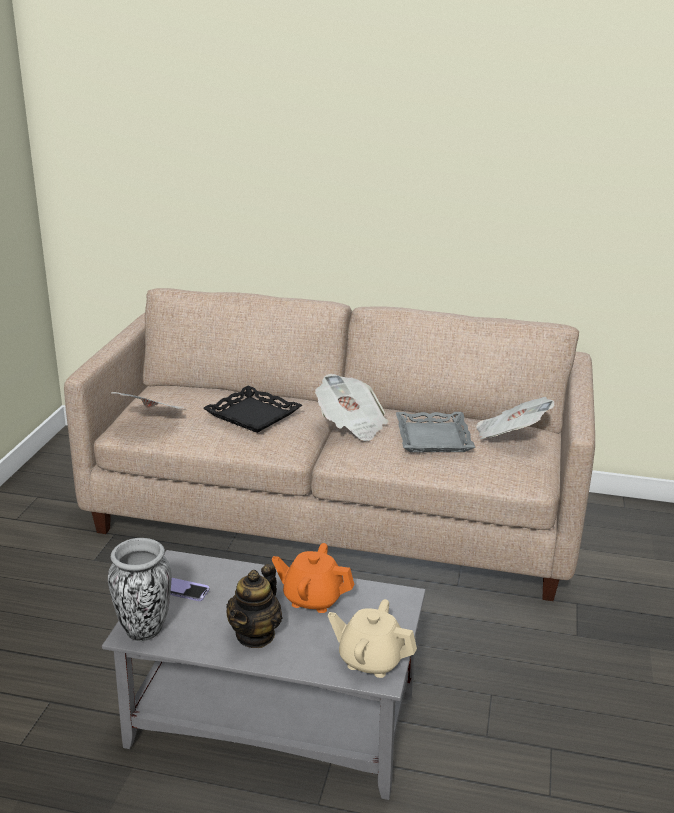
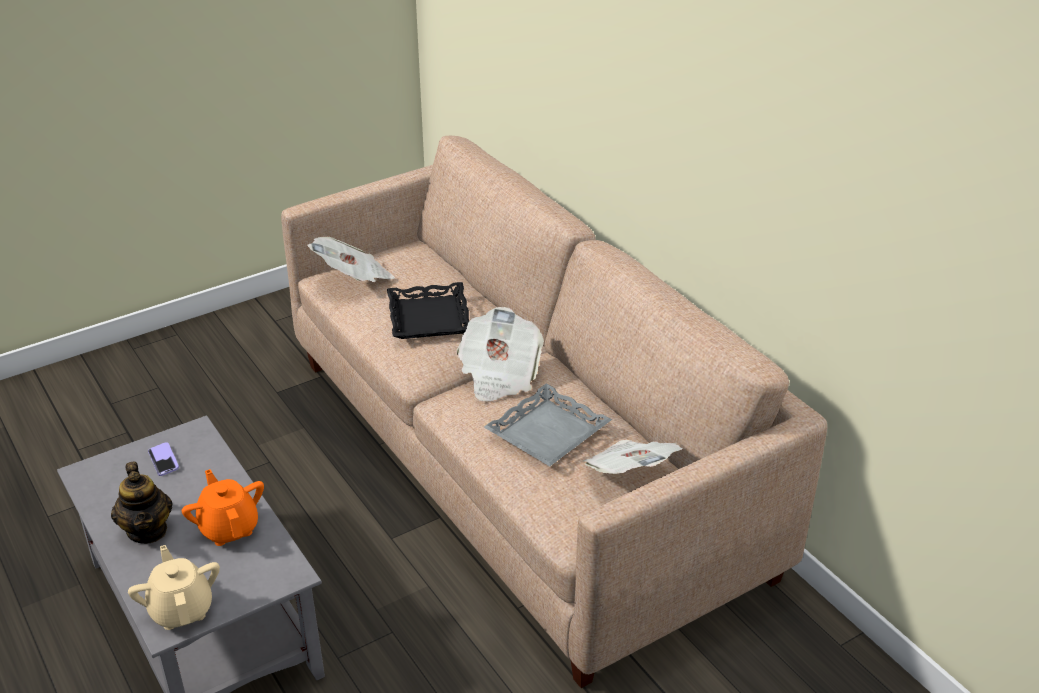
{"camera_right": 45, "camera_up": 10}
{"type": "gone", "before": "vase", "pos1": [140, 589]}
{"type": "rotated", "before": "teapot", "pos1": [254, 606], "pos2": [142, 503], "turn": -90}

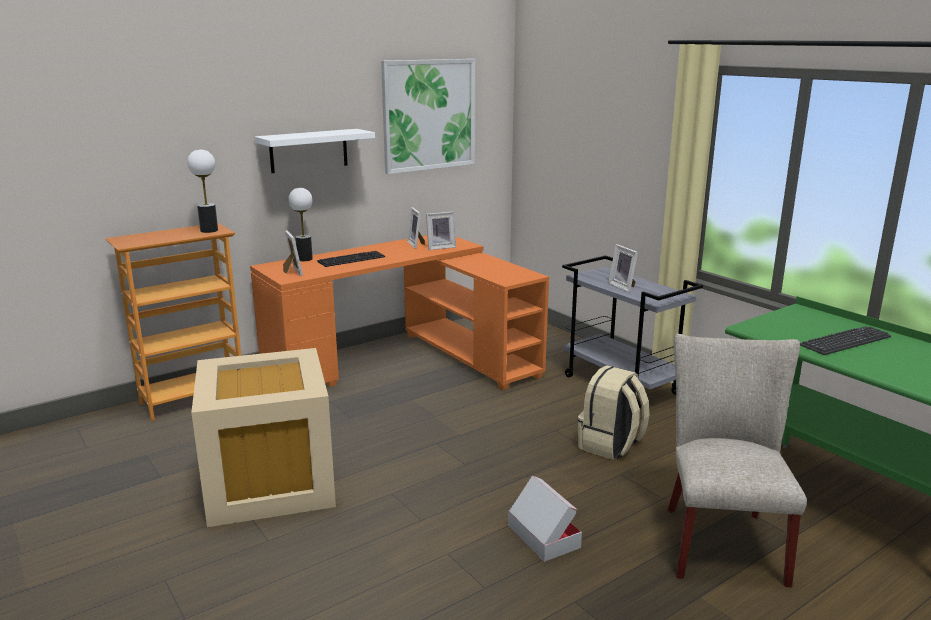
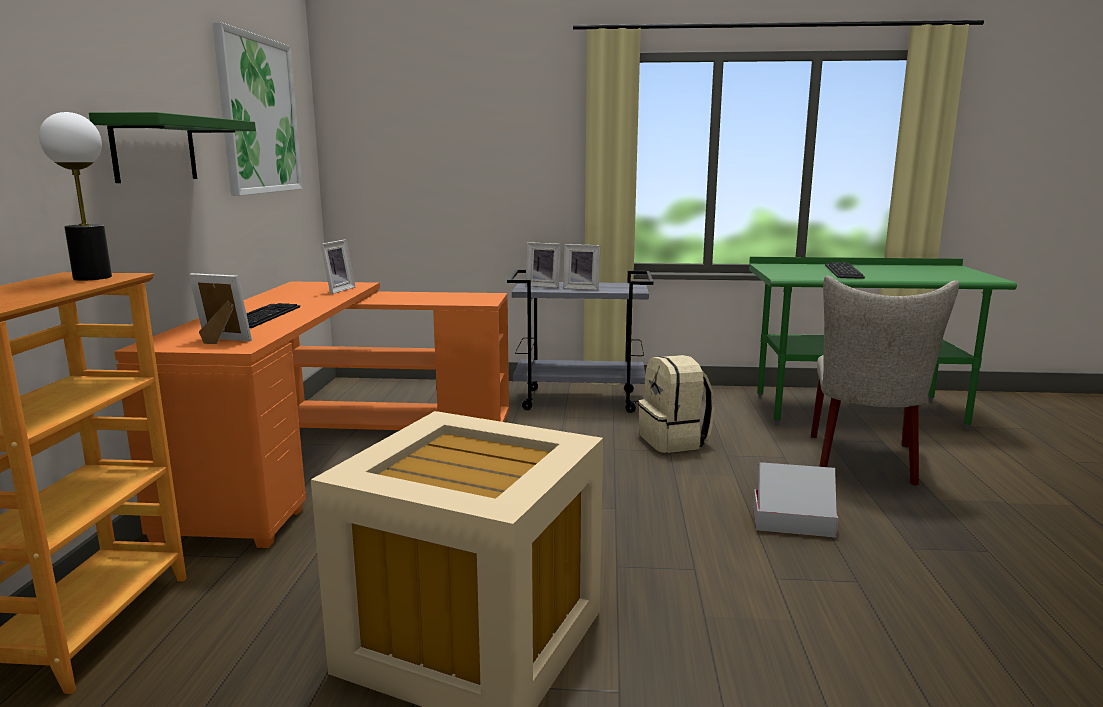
{"camera_right": -50, "camera_up": -5}
{"type": "gone", "before": "table lamp", "pos1": [300, 224]}
{"type": "shifted", "before": "picture frame", "pos1": [416, 228], "pos2": [543, 265]}
{"type": "repainted", "before": "white shelf", "after": "green shelf", "pos1": [315, 151], "pos2": [172, 147]}
{"type": "rotated", "before": "beige chair", "pos1": [737, 461], "pos2": [885, 381], "turn": -120}

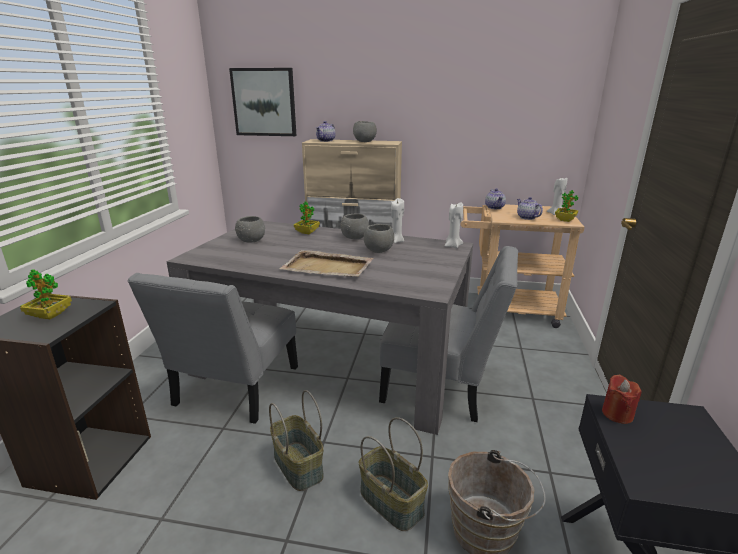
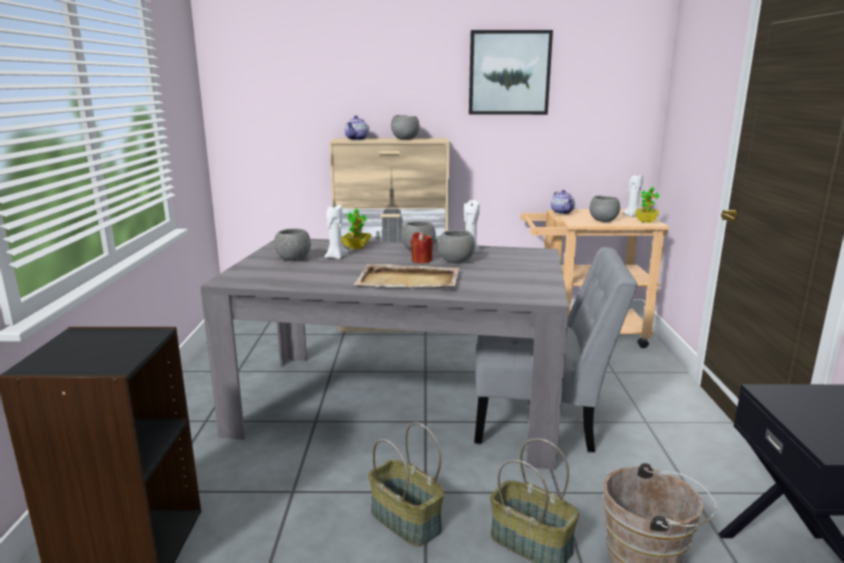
{"camera_right": -10, "camera_up": -5}
{"type": "gone", "before": "potted plant", "pos1": [46, 294]}
{"type": "gone", "before": "grey chair", "pos1": [212, 348]}
{"type": "shifted", "before": "picture", "pos1": [262, 102], "pos2": [511, 72]}
{"type": "shifted", "before": "white candle", "pos1": [454, 225], "pos2": [336, 232]}
{"type": "shifted", "before": "red candle", "pos1": [621, 399], "pos2": [422, 247]}
{"type": "swapped", "before": "teapot", "after": "grey bowl", "pos1": [530, 208], "pos2": [604, 209]}

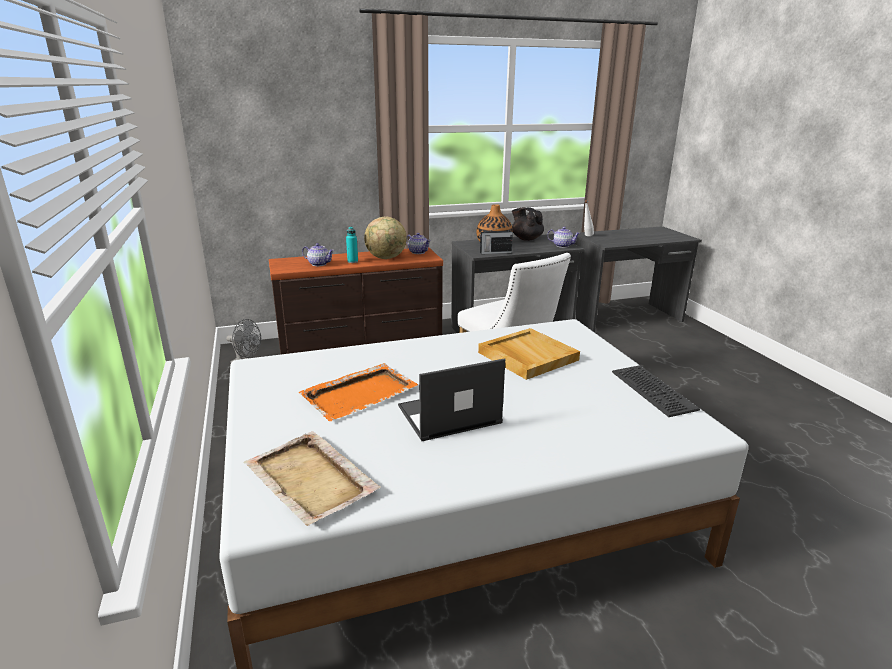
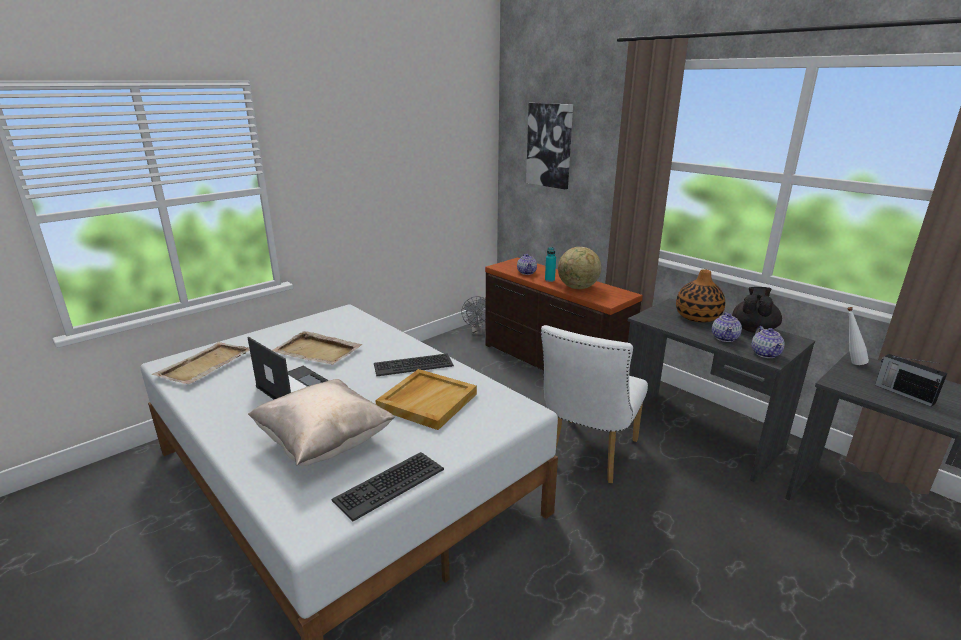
{"camera_right": 65, "camera_up": 0}
{"type": "new", "after": "beige pillow", "pos2": [321, 422]}
{"type": "new", "after": "keyboard", "pos2": [414, 365]}
{"type": "new", "after": "picture", "pos2": [549, 146]}
{"type": "shifted", "before": "teapot", "pos1": [418, 243], "pos2": [727, 327]}
{"type": "shifted", "before": "radio", "pos1": [496, 240], "pos2": [911, 380]}
{"type": "repainted", "before": "orange tray", "after": "beige tray", "pos1": [358, 392], "pos2": [317, 348]}

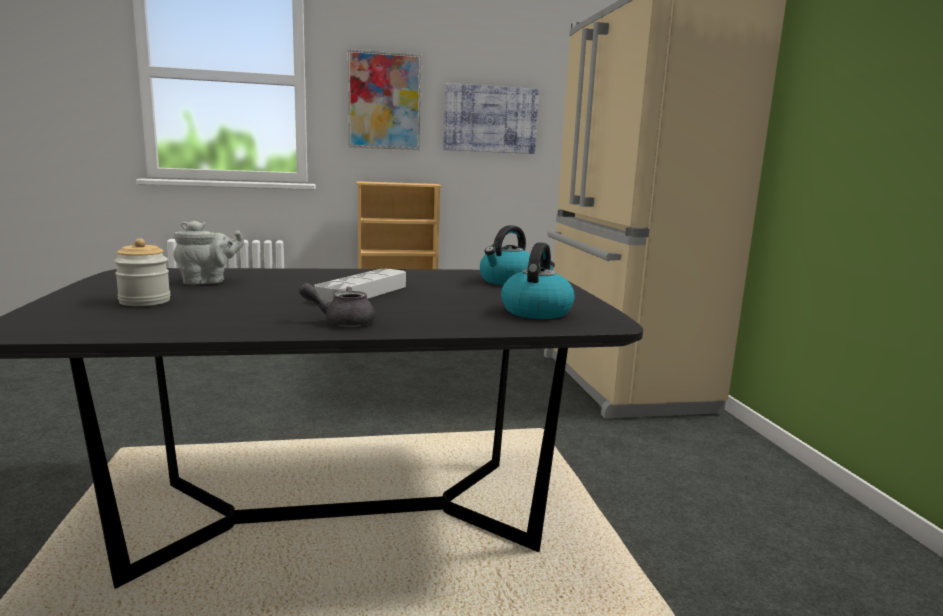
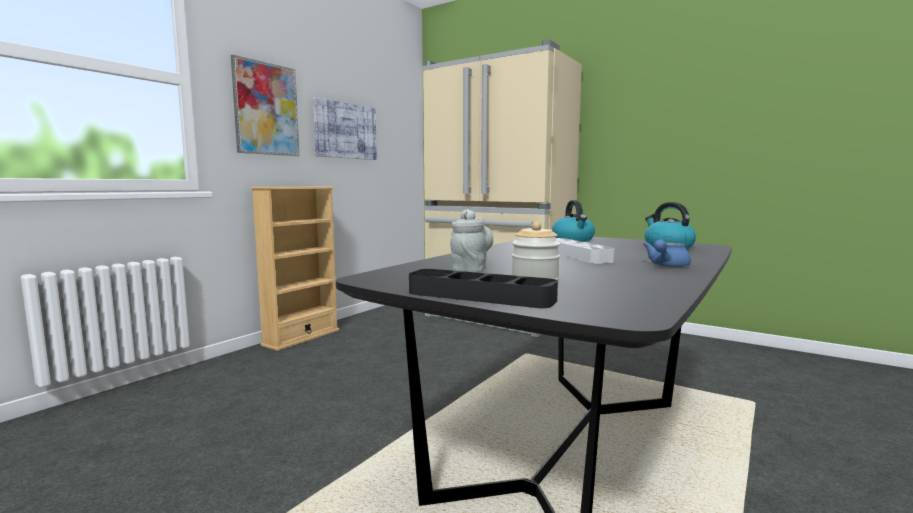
{"camera_right": -45, "camera_up": -5}
{"type": "new", "after": "black tray", "pos2": [483, 288]}
{"type": "repainted", "before": "grey teapot", "after": "blue teapot", "pos1": [337, 305], "pos2": [667, 253]}

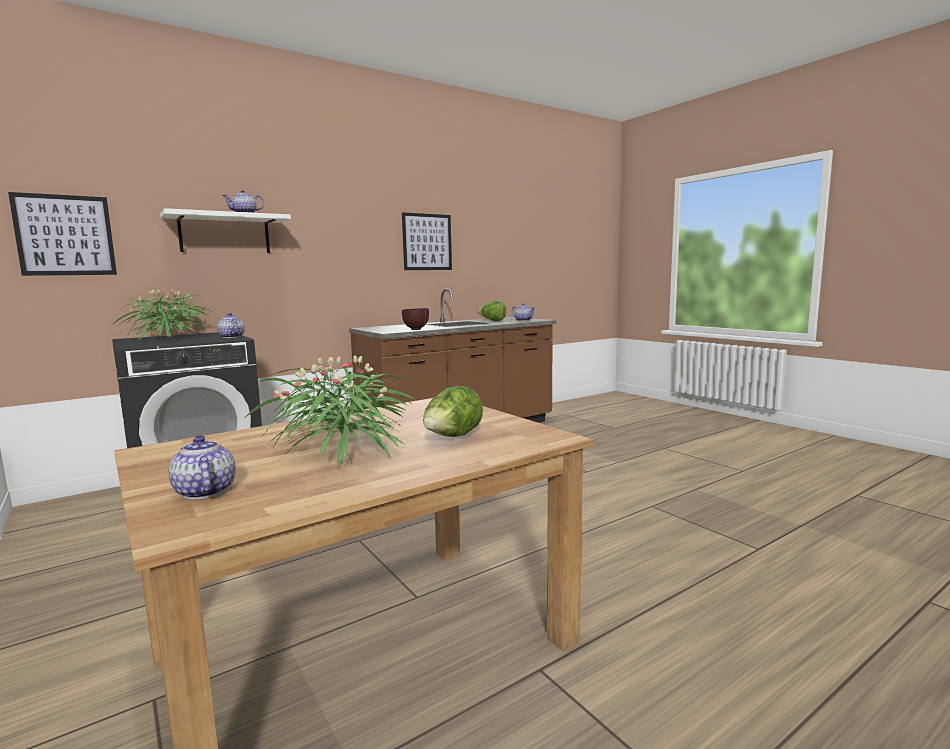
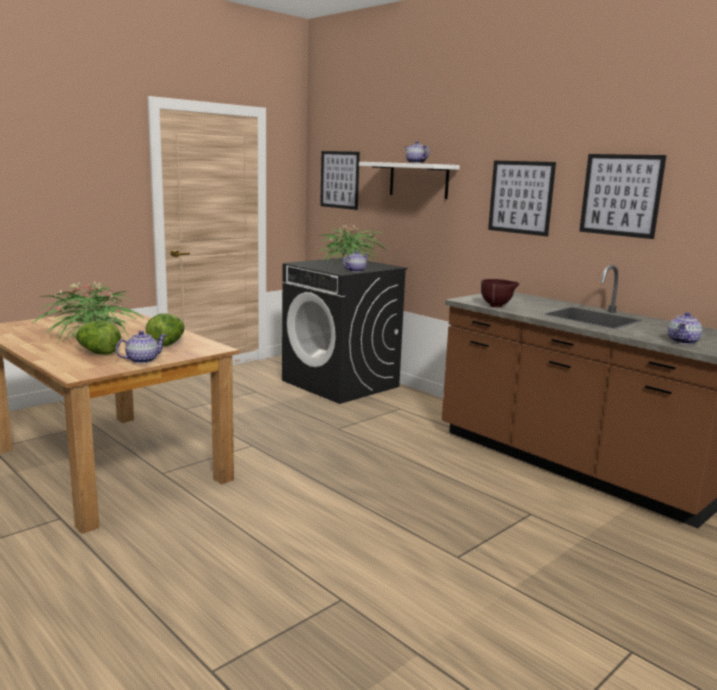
{"camera_right": 80, "camera_up": 5}
{"type": "new", "after": "picture", "pos2": [522, 198]}
{"type": "shifted", "before": "teapot", "pos1": [202, 467], "pos2": [141, 347]}
{"type": "shifted", "before": "lettuce", "pos1": [491, 311], "pos2": [165, 329]}

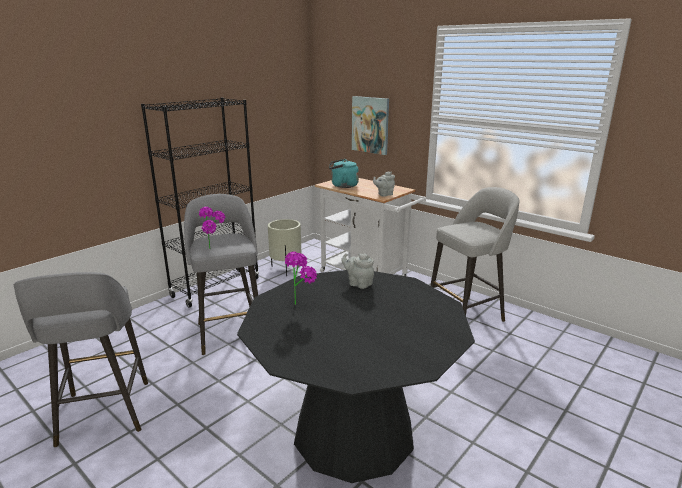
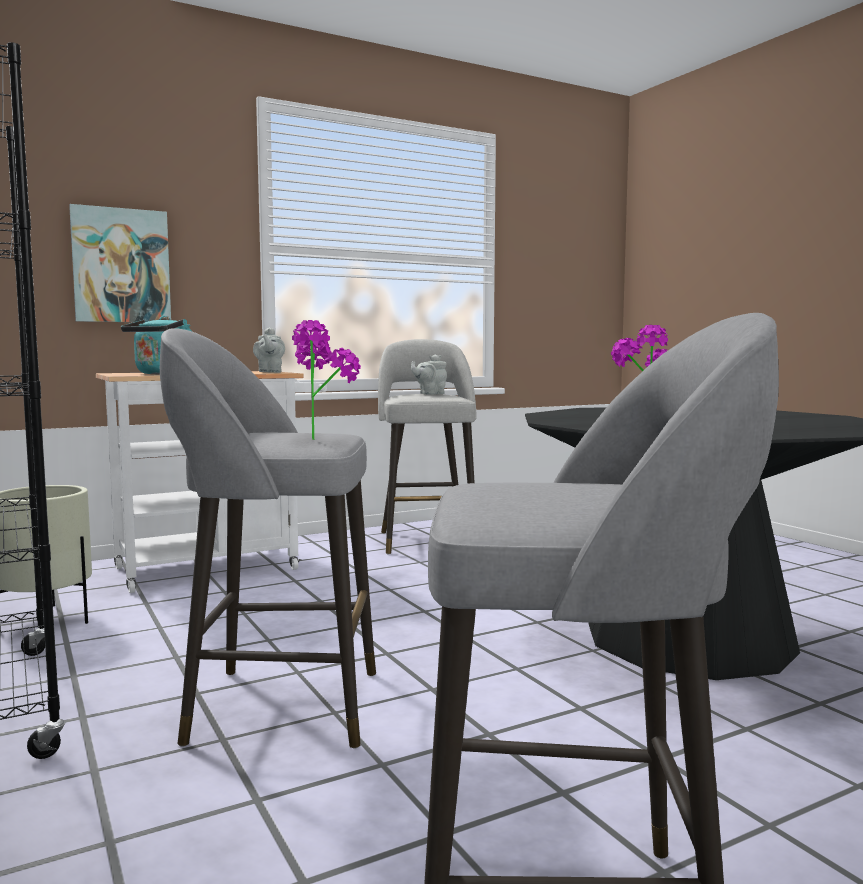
{"camera_right": -70, "camera_up": -15}
{"type": "shifted", "before": "grey teapot", "pos1": [357, 271], "pos2": [429, 374]}

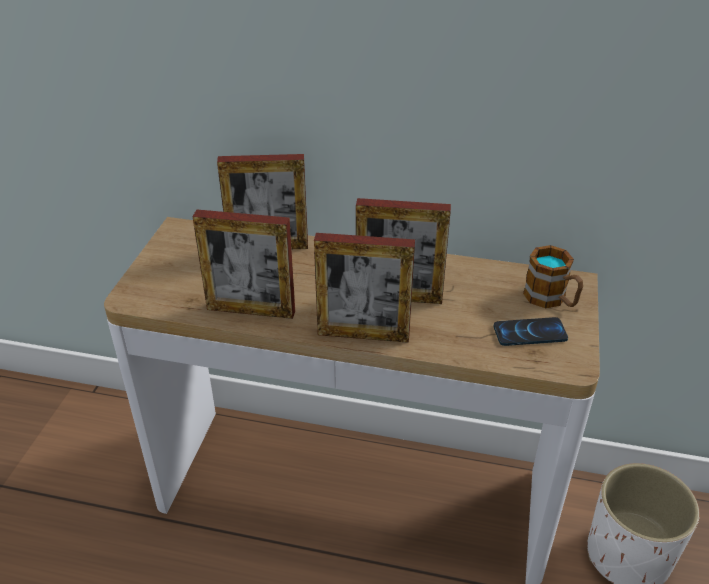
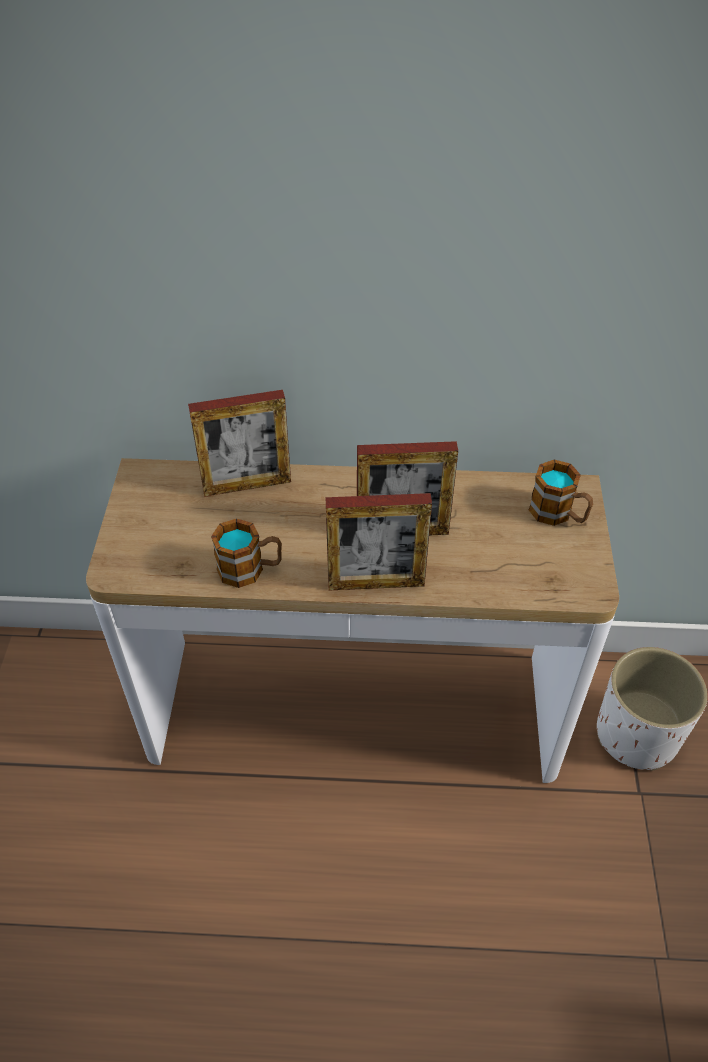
{"camera_right": -10, "camera_up": 10}
{"type": "gone", "before": "phone", "pos1": [531, 331]}
{"type": "swapped", "before": "picture frame", "after": "mug", "pos1": [243, 264], "pos2": [246, 553]}

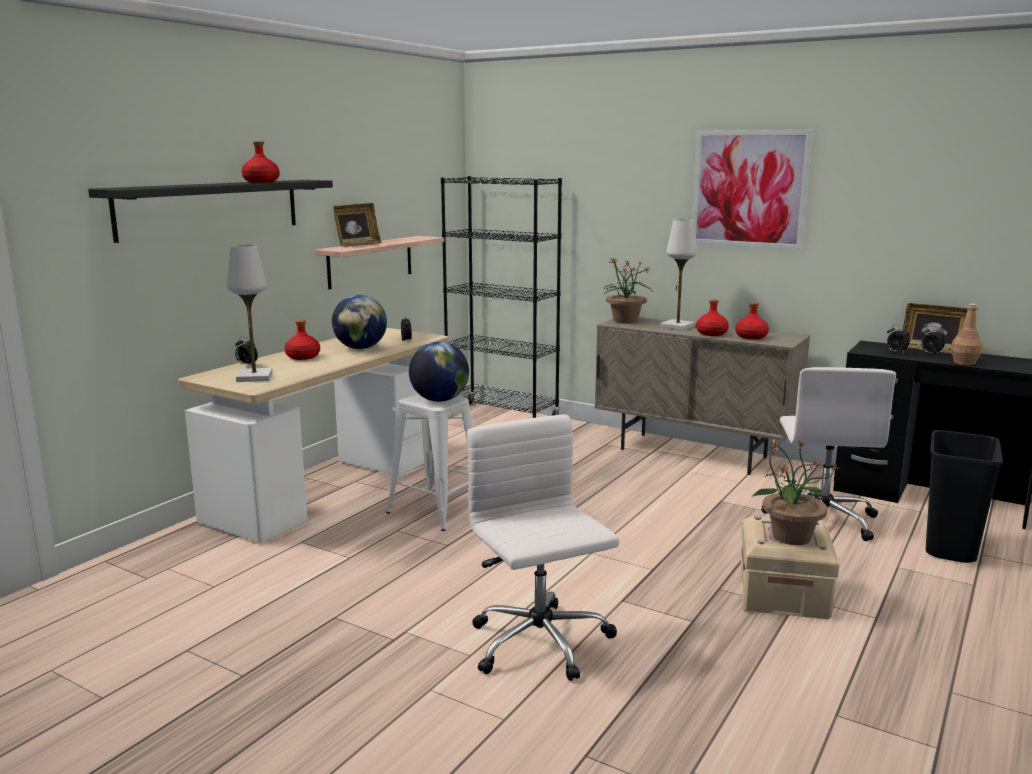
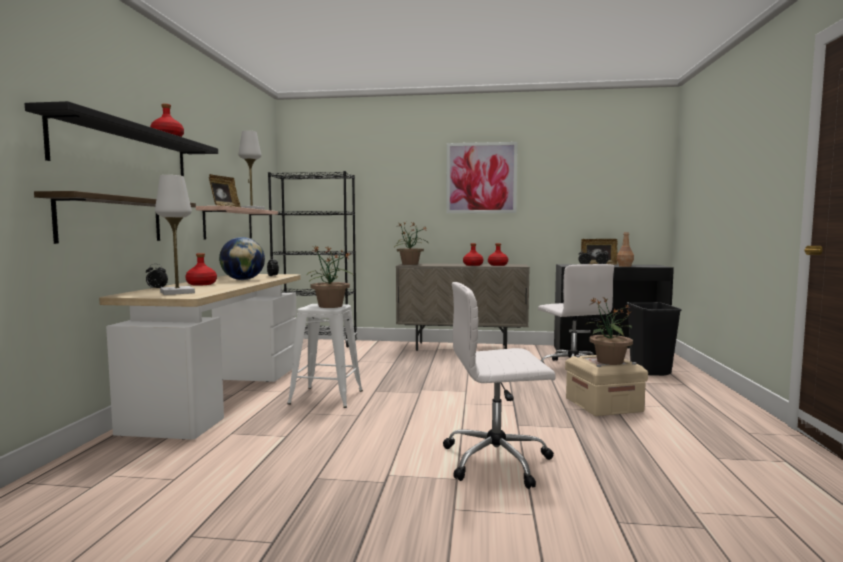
{"camera_right": -25, "camera_up": -10}
{"type": "new", "after": "shelf", "pos2": [115, 217]}
{"type": "shifted", "before": "white table lamp", "pos1": [679, 274], "pos2": [251, 170]}
{"type": "swapped", "before": "globe", "after": "potted plant", "pos1": [439, 372], "pos2": [329, 276]}
{"type": "rotated", "before": "white office chair", "pos1": [543, 547], "pos2": [499, 385], "turn": -45}

